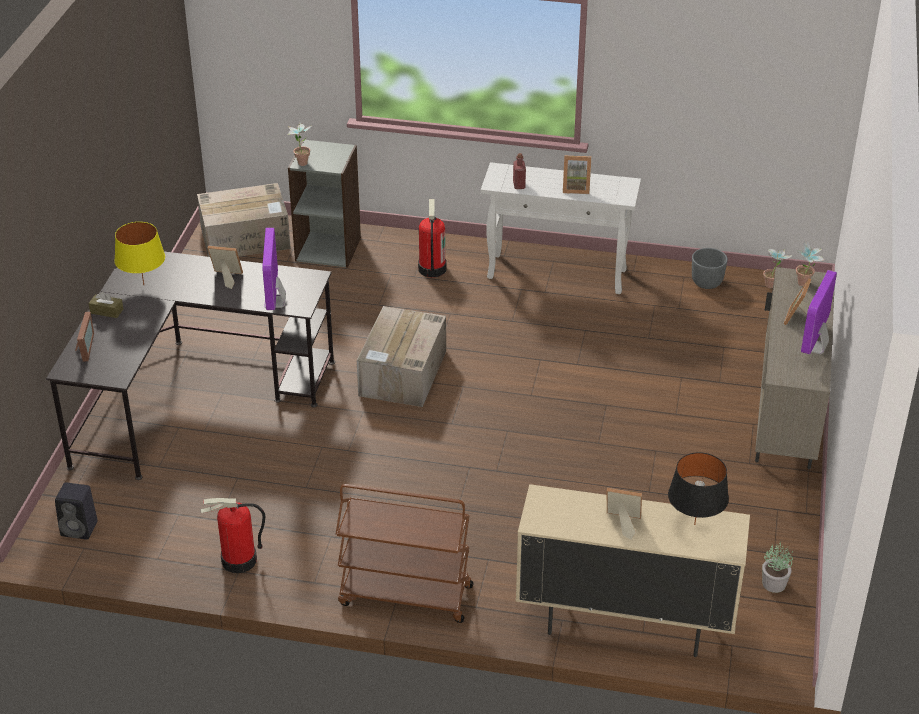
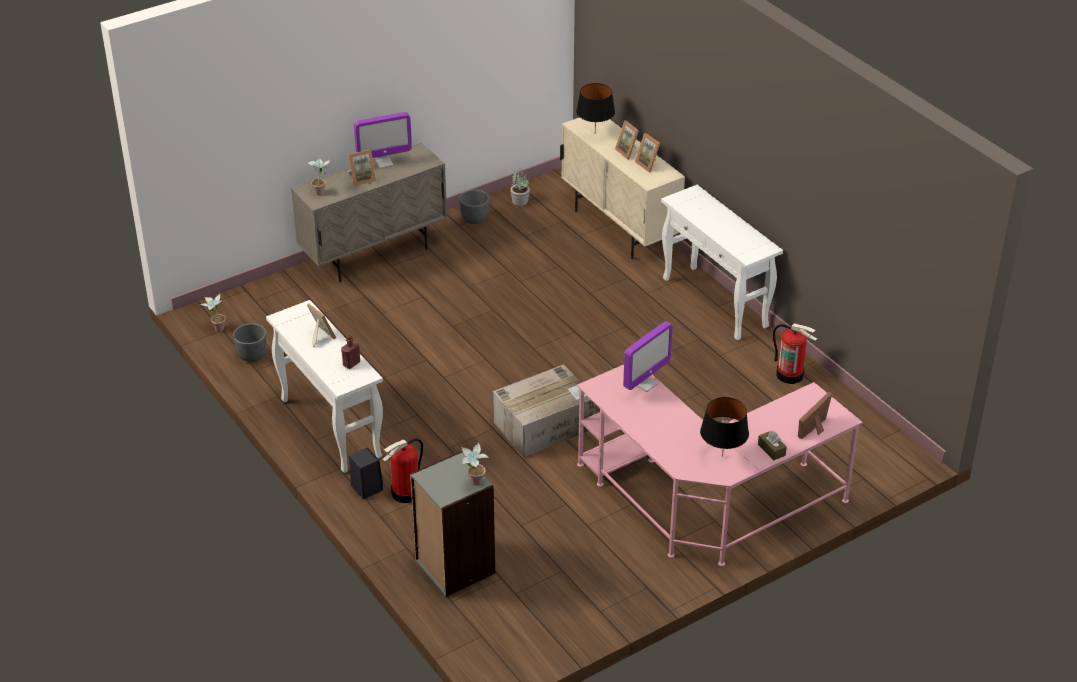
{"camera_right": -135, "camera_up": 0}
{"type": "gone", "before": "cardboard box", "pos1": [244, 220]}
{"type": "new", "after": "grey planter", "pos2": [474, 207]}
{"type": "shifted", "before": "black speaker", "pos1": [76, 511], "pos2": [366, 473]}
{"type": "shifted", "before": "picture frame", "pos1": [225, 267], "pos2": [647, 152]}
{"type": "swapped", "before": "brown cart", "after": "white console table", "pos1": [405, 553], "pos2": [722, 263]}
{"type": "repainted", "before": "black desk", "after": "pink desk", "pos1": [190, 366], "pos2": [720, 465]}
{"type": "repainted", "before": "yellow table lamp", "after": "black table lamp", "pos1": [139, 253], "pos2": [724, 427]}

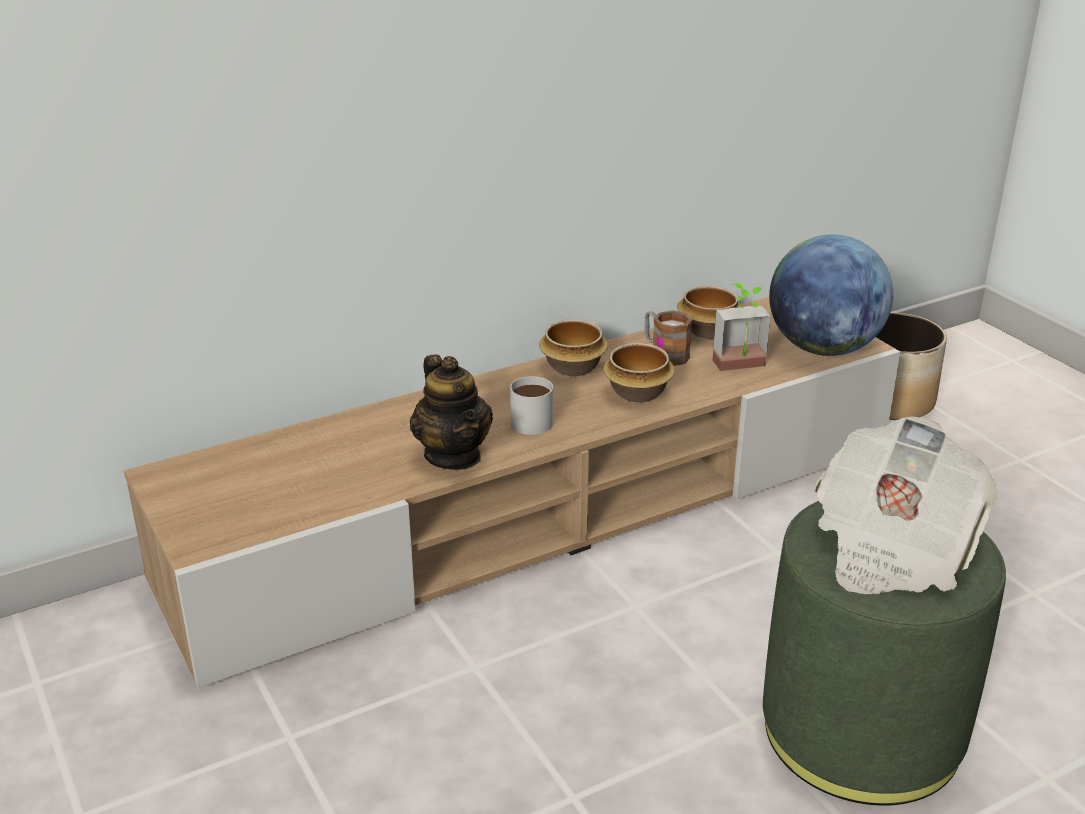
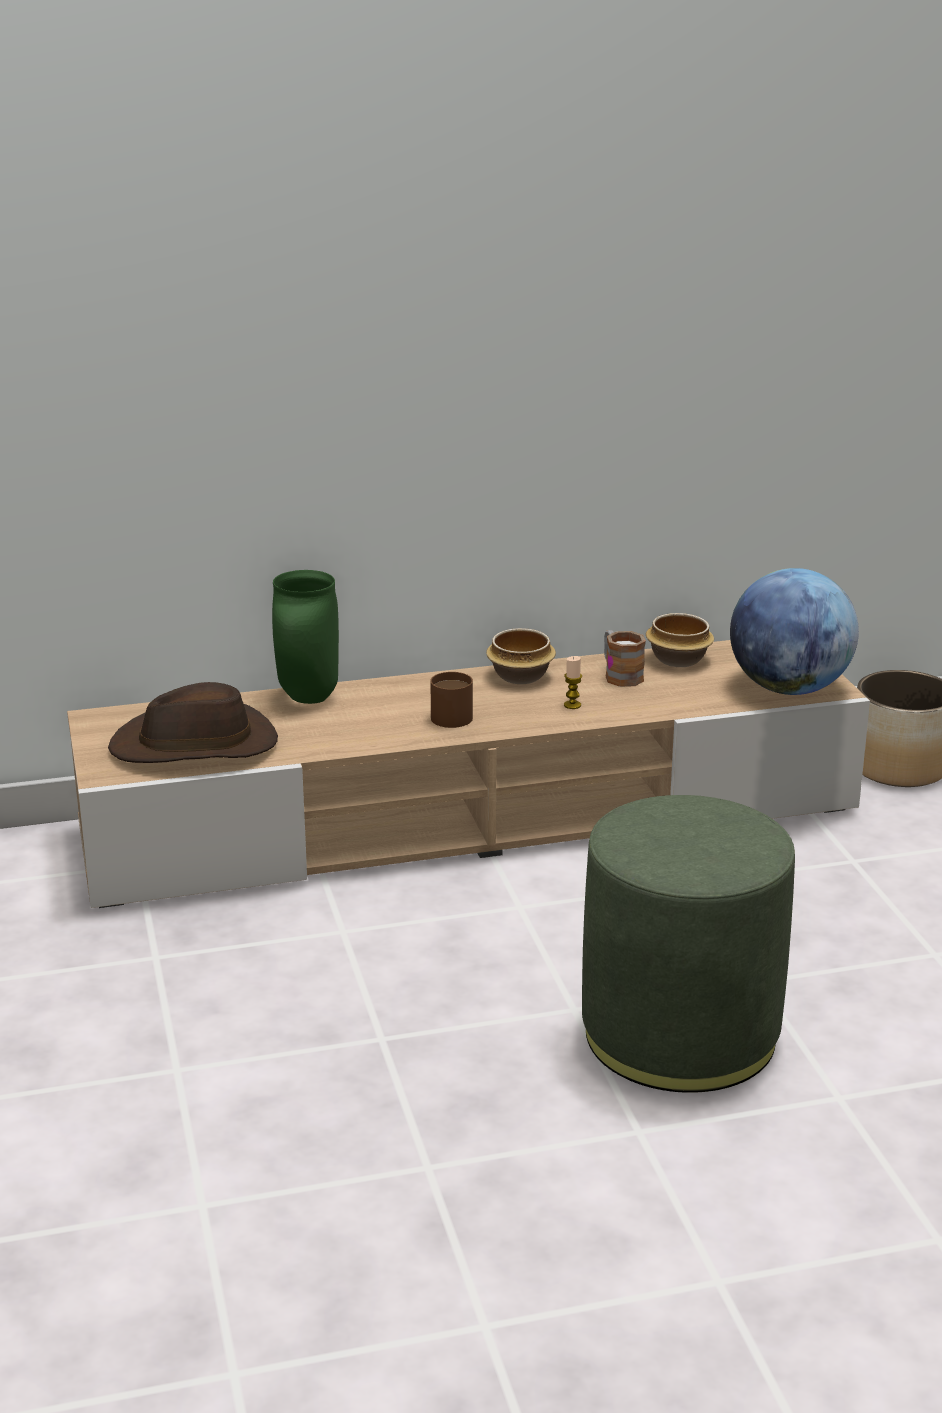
{"camera_right": 15, "camera_up": -5}
{"type": "gone", "before": "teapot", "pos1": [451, 412]}
{"type": "gone", "before": "potted plant", "pos1": [742, 327]}
{"type": "gone", "before": "newspaper", "pos1": [906, 505]}
{"type": "new", "after": "brown hat", "pos2": [193, 722]}
{"type": "new", "after": "green vase", "pos2": [305, 637]}
{"type": "swapped", "before": "bowl", "after": "candle", "pos1": [639, 372], "pos2": [573, 682]}
{"type": "repainted", "before": "white mug", "after": "brown mug", "pos1": [531, 405], "pos2": [451, 700]}

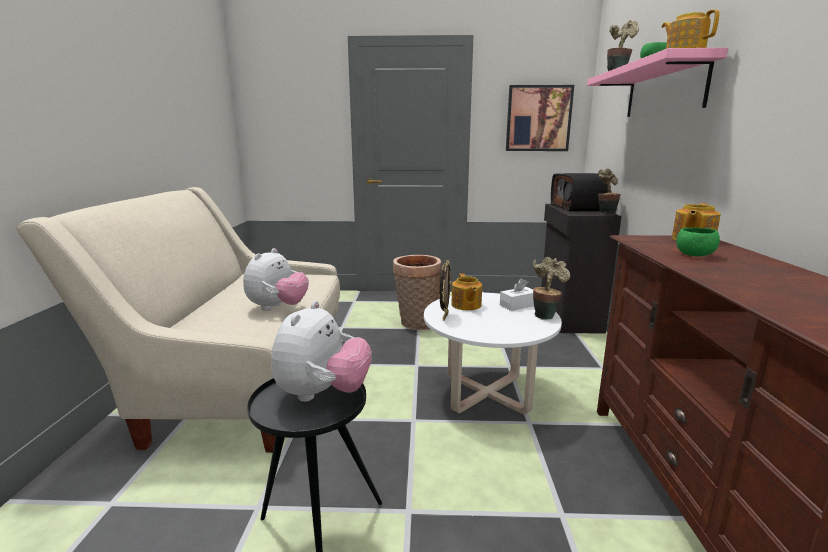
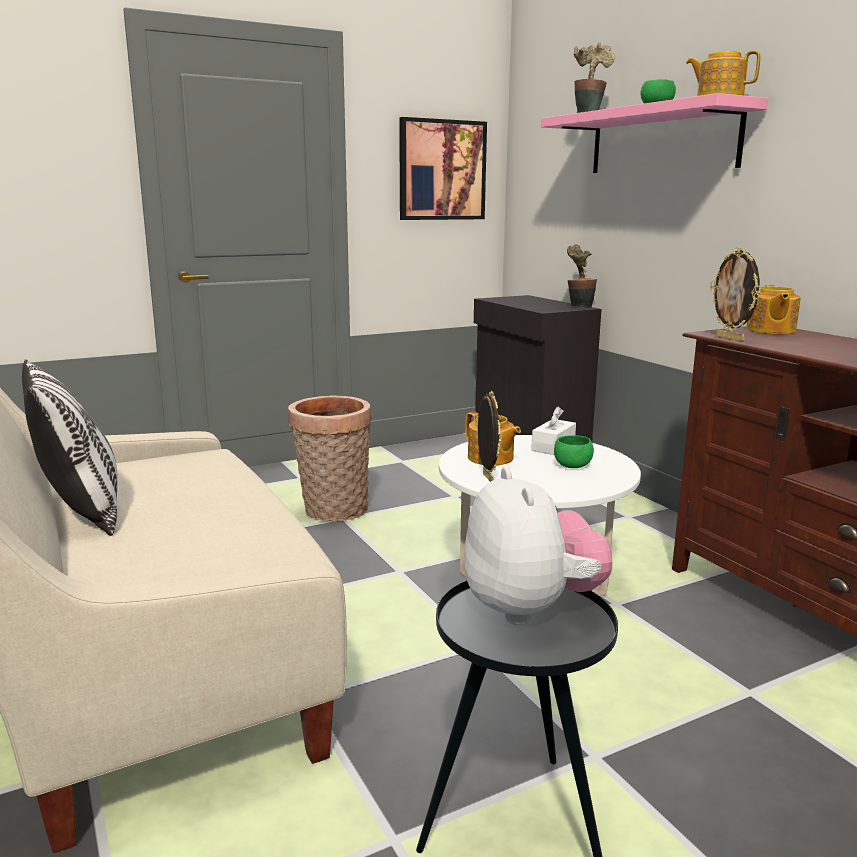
{"camera_right": -30, "camera_up": 0}
{"type": "gone", "before": "plush toy", "pos1": [276, 279]}
{"type": "gone", "before": "potted plant", "pos1": [551, 288]}
{"type": "gone", "before": "radio", "pos1": [579, 192]}
{"type": "new", "after": "pillow", "pos2": [70, 447]}
{"type": "new", "after": "picture frame", "pos2": [735, 294]}
{"type": "shifted", "before": "green bowl", "pos1": [698, 242], "pos2": [574, 451]}

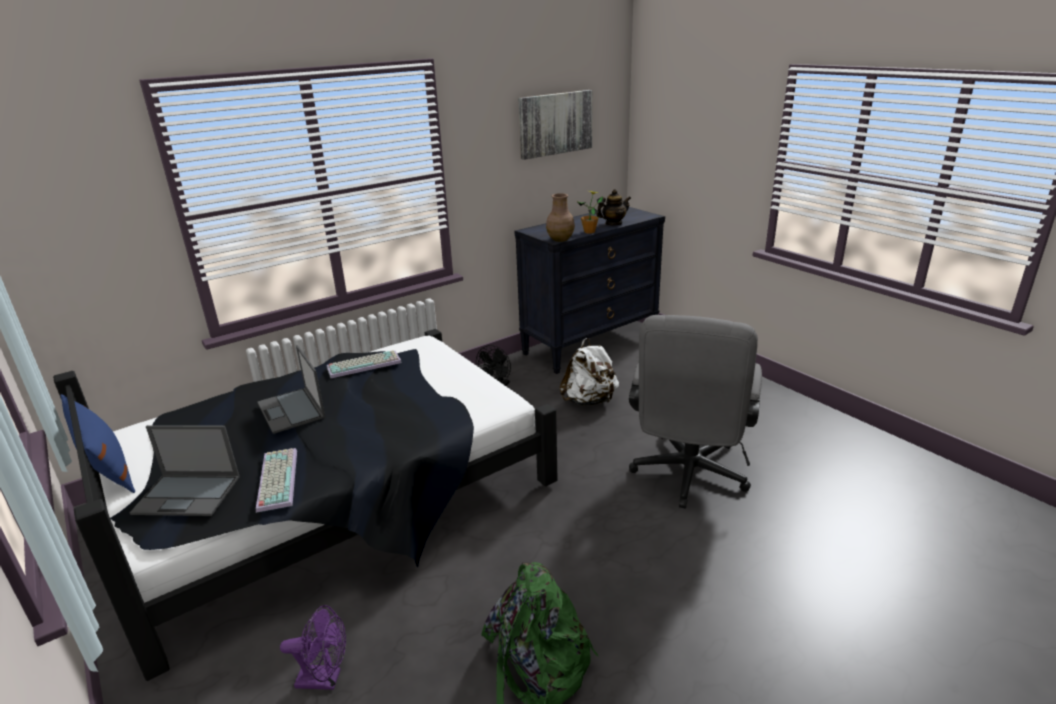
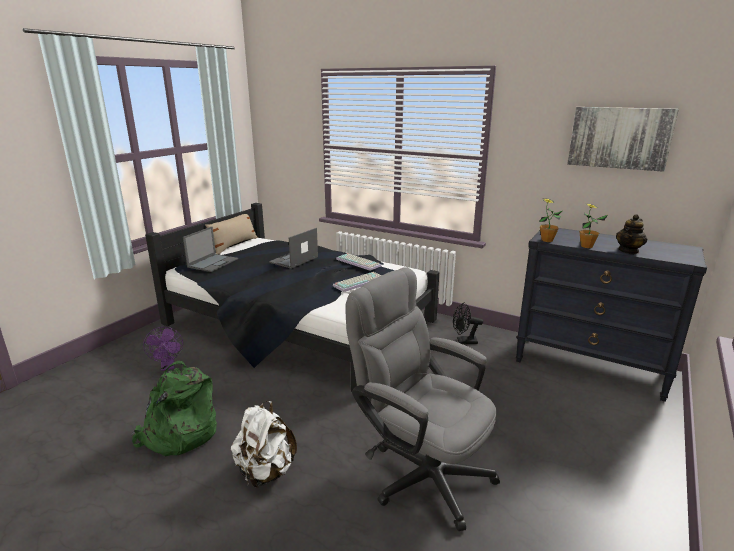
{"camera_right": 65, "camera_up": -5}
{"type": "shifted", "before": "keyboard", "pos1": [276, 480], "pos2": [357, 282]}
{"type": "shifted", "before": "white backpack", "pos1": [589, 372], "pos2": [264, 444]}
{"type": "swapped", "before": "brown vase", "after": "potted plant", "pos1": [560, 217], "pos2": [550, 220]}
{"type": "repainted", "before": "blue pillow", "after": "beige pillow", "pos1": [97, 443], "pos2": [231, 234]}
{"type": "rotated", "before": "laptop", "pos1": [185, 470], "pos2": [210, 249], "turn": -135}
{"type": "rotated", "before": "teapot", "pos1": [613, 207], "pos2": [631, 234], "turn": 90}
{"type": "rotated", "before": "grey office chair", "pos1": [695, 412], "pos2": [422, 399], "turn": 45}

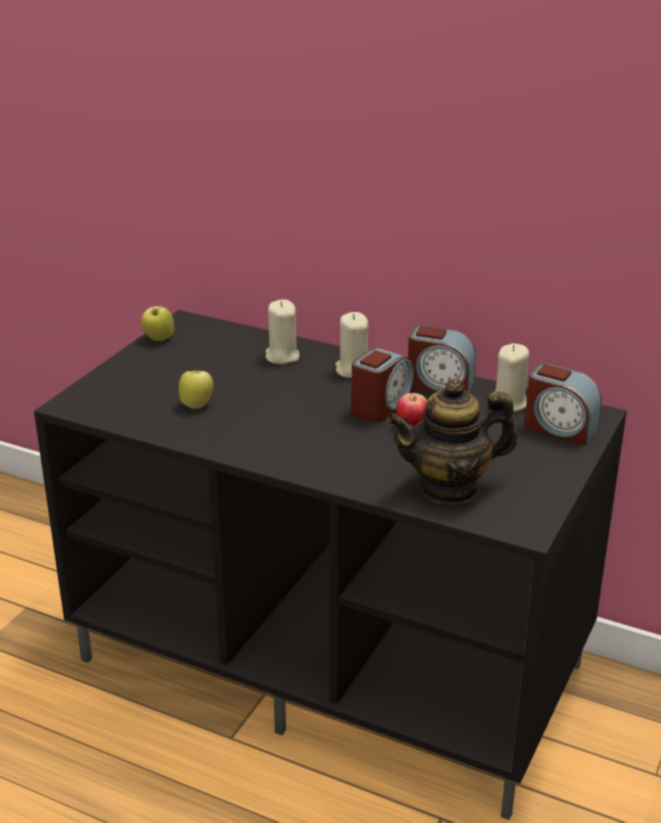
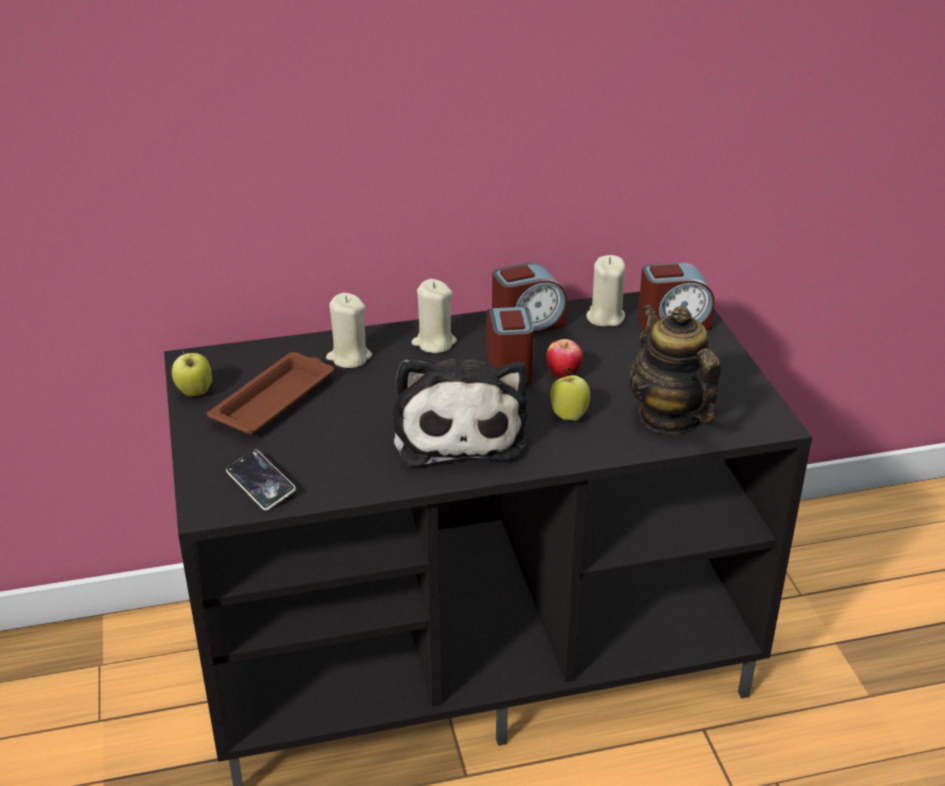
{"camera_right": -40, "camera_up": 5}
{"type": "new", "after": "brown tray", "pos2": [270, 393]}
{"type": "new", "after": "phone", "pos2": [261, 480]}
{"type": "new", "after": "plush toy", "pos2": [460, 412]}
{"type": "shifted", "before": "apple", "pos1": [196, 388], "pos2": [570, 397]}
{"type": "rotated", "before": "teapot", "pos1": [452, 441], "pos2": [675, 369], "turn": 120}

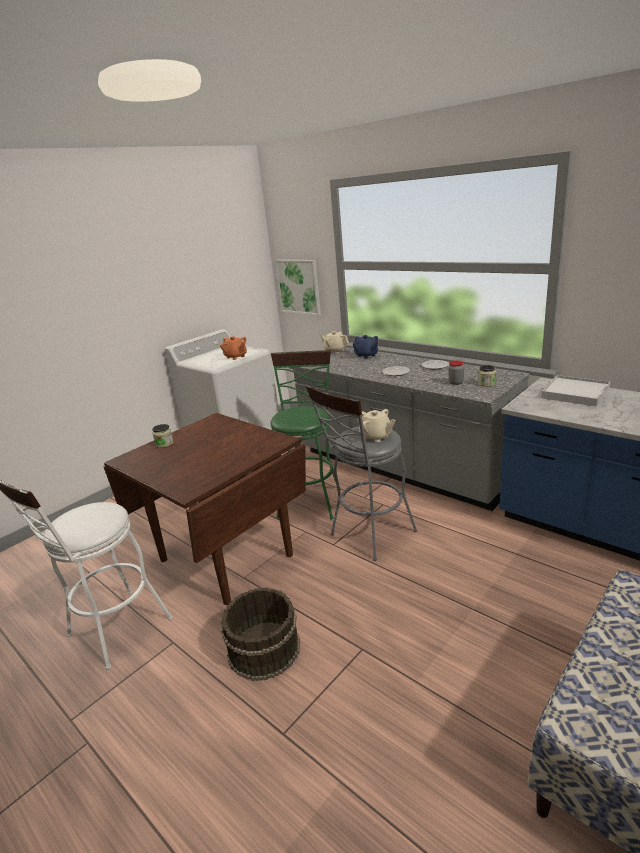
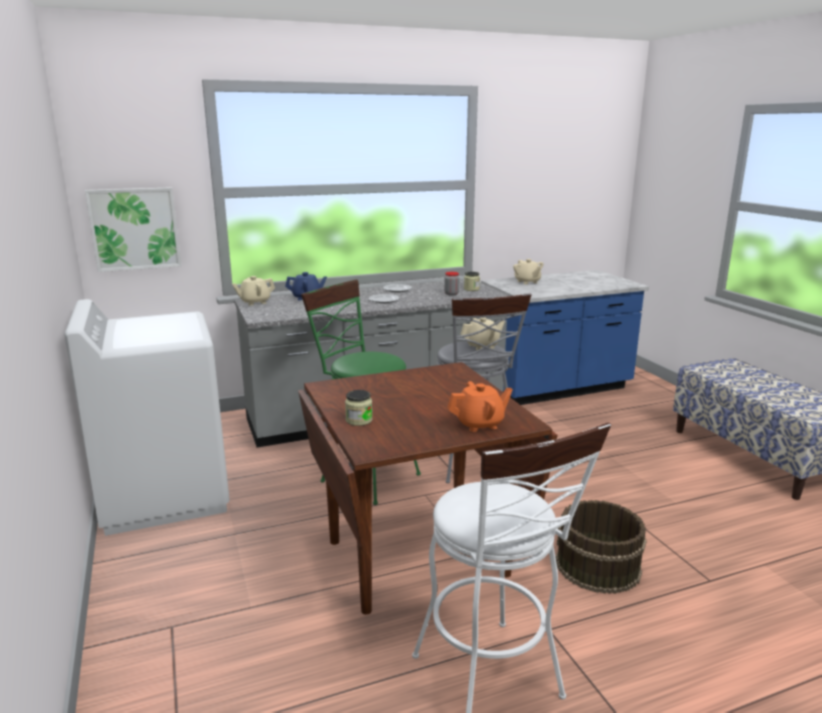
{"camera_right": -65, "camera_up": -5}
{"type": "shifted", "before": "orange teapot", "pos1": [233, 348], "pos2": [480, 406]}
{"type": "swapped", "before": "white tray", "after": "beige teapot", "pos1": [575, 391], "pos2": [528, 271]}

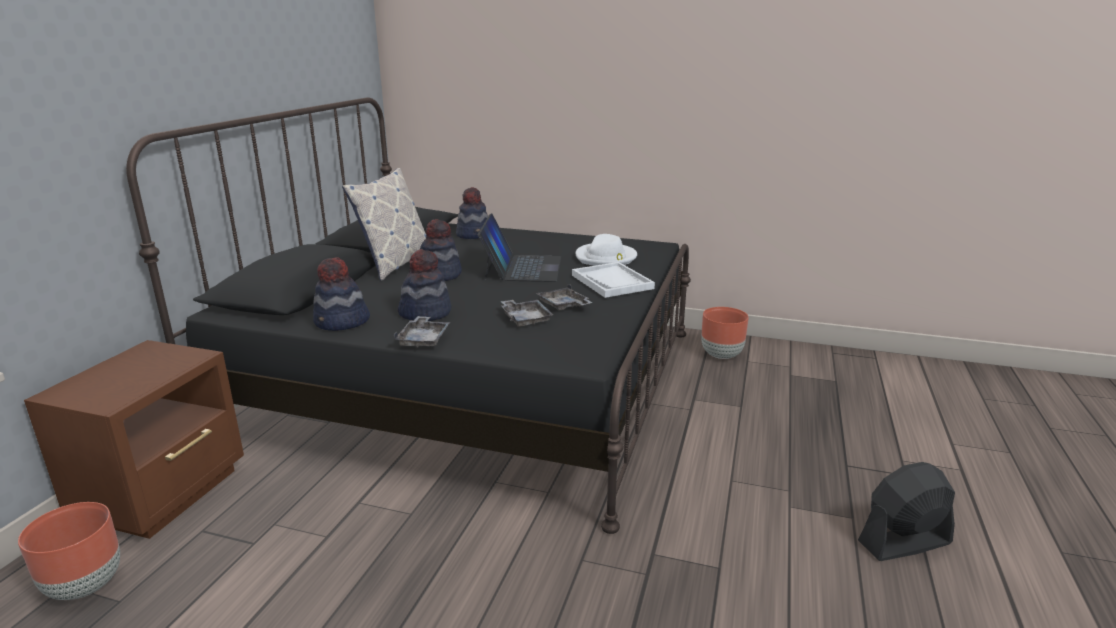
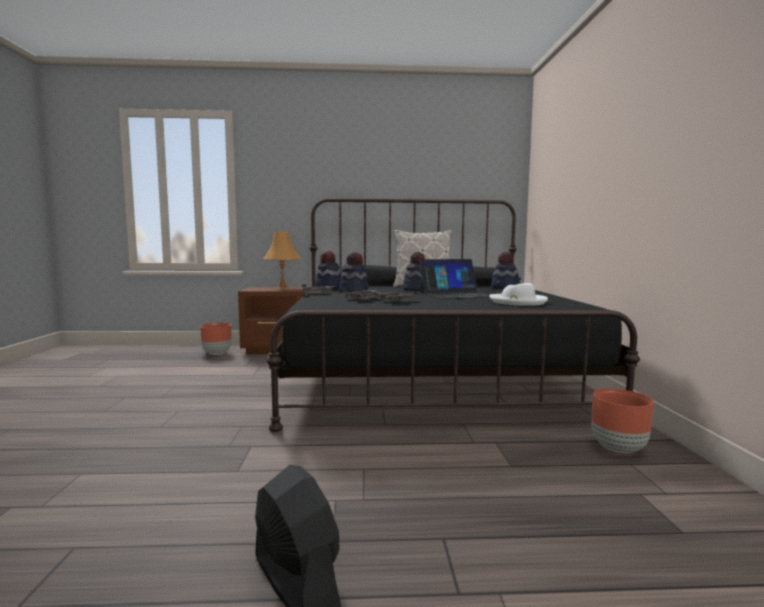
{"camera_right": 70, "camera_up": -15}
{"type": "gone", "before": "white tray", "pos1": [613, 280]}
{"type": "new", "after": "orange table lamp", "pos2": [282, 261]}

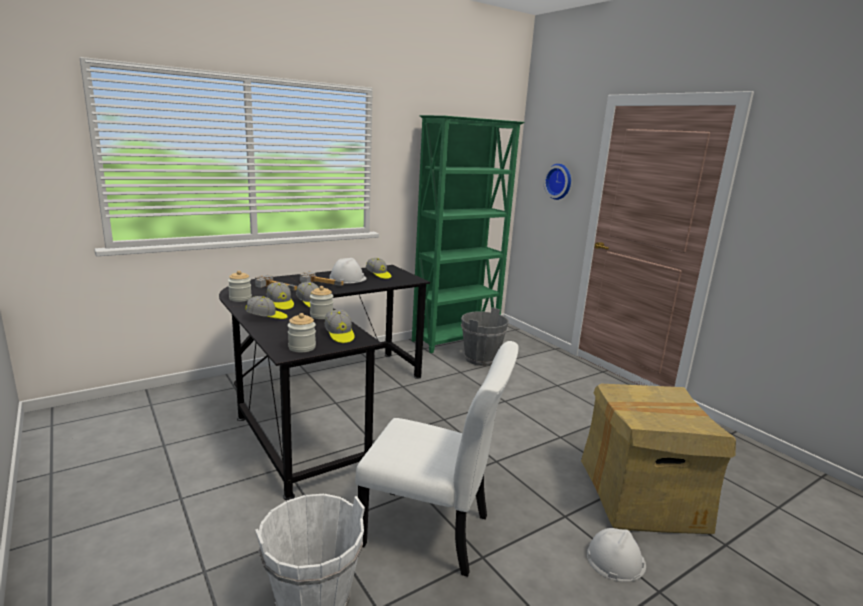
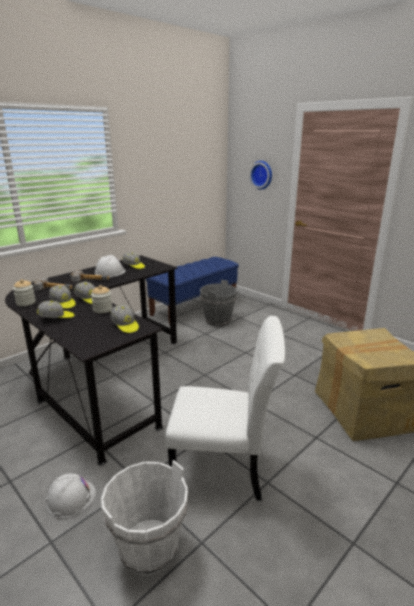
{"camera_right": -10, "camera_up": 5}
{"type": "gone", "before": "jar", "pos1": [302, 332]}
{"type": "shifted", "before": "white hard hat", "pos1": [616, 555], "pos2": [71, 495]}
{"type": "swapped", "before": "green bookcase", "after": "blue bench", "pos1": [468, 234], "pos2": [192, 290]}

